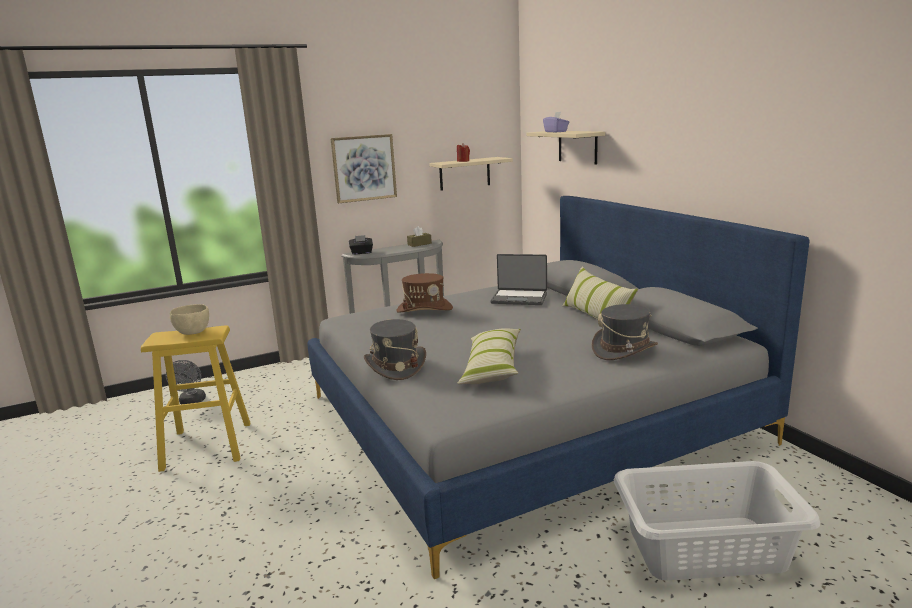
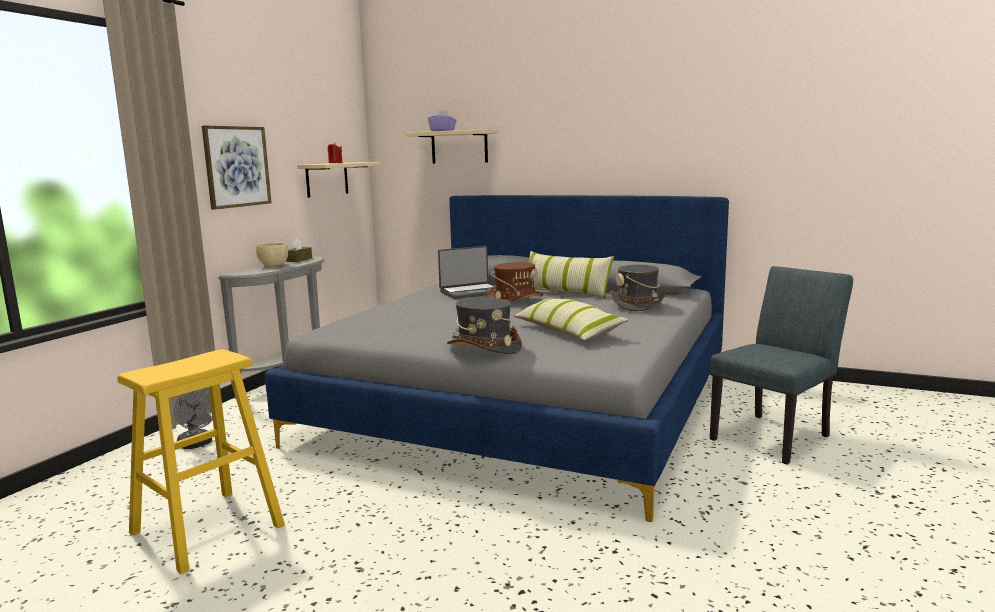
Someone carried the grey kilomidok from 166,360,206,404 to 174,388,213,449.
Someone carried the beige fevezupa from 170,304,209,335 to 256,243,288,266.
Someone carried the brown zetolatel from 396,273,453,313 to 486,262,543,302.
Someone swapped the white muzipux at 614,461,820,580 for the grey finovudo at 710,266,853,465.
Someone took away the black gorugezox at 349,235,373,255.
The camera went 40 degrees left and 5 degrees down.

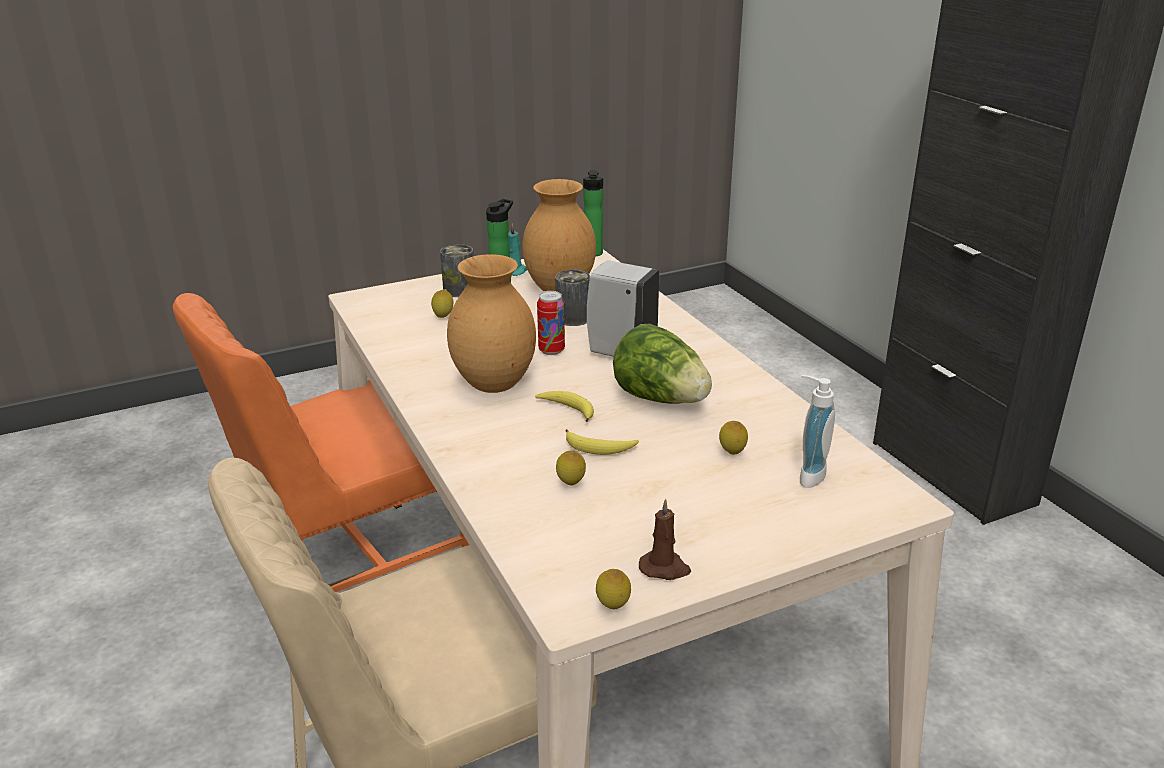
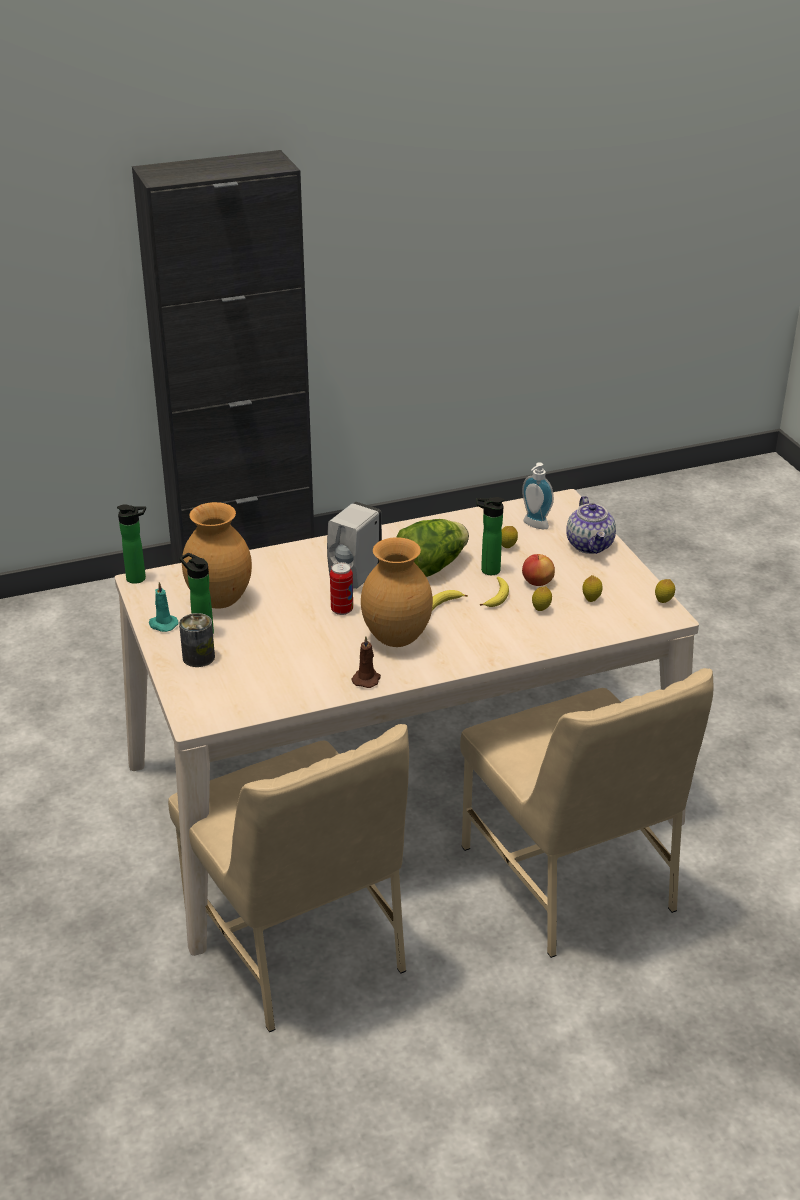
Someone repainted the orange finovudo at 173,293,469,592, which became the beige finovudo at 168,724,409,1033.
Someone carried the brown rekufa from 639,499,691,580 to 351,636,381,688.
Someone put down the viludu at 476,497,504,575.
Someone put down the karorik at 522,554,555,586.
Someone put down the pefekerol at 566,496,616,554.
Someone carried the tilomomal from 431,289,453,318 to 582,575,603,602.
Someone took away the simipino at 555,270,590,326.
The camera went 85 degrees left and 5 degrees up.

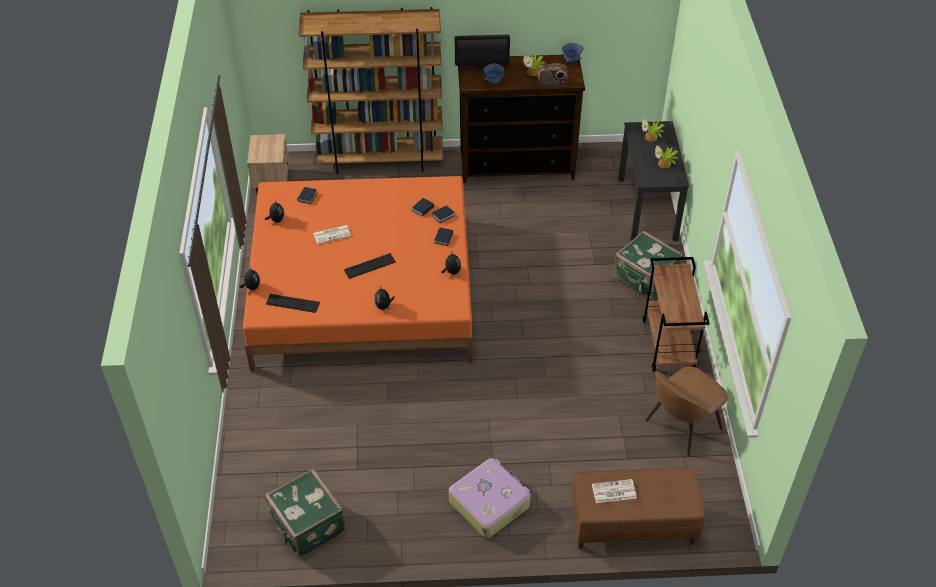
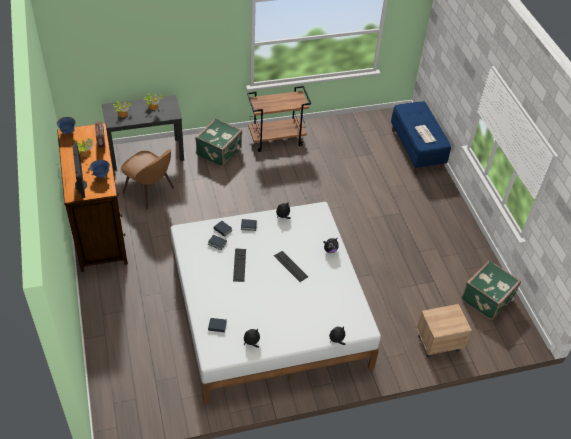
Someone carried the brown finovudo from 646,366,728,456 to 121,149,174,209.
Someone repainted the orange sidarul at 243,176,473,371, which became the white sidarul at 170,202,381,403.
Someone carried the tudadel from 266,294,320,313 to 233,248,246,282.
Someone repainted the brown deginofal at 572,468,705,549, which became the blue deginofal at 391,101,451,174.
Someone carried the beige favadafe from 247,134,289,194 to 416,304,472,358.
Someone took away the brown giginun at 298,7,443,175.
Someone took away the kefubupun at 313,225,351,244.
Someone took away the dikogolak at 449,458,531,538.
The camera went 105 degrees left and 0 degrees up.

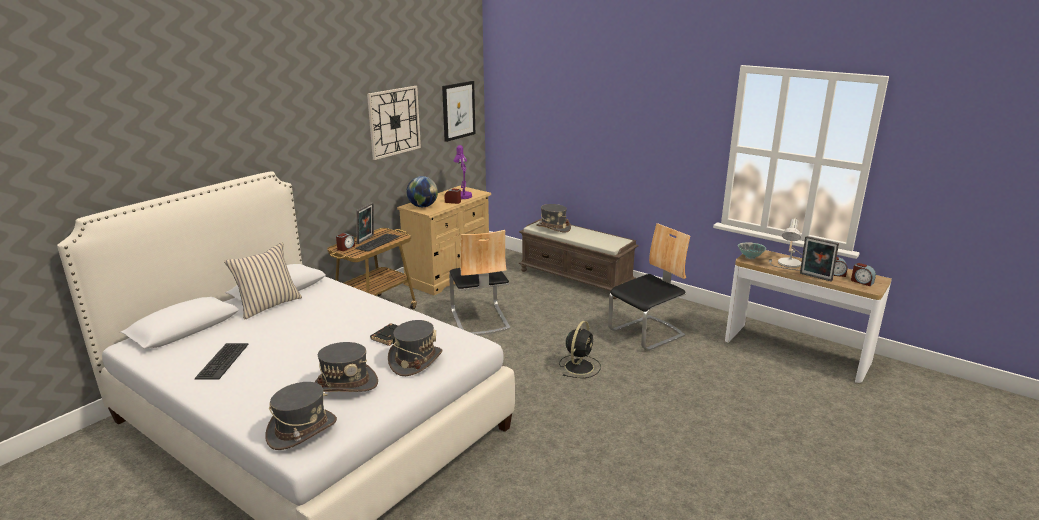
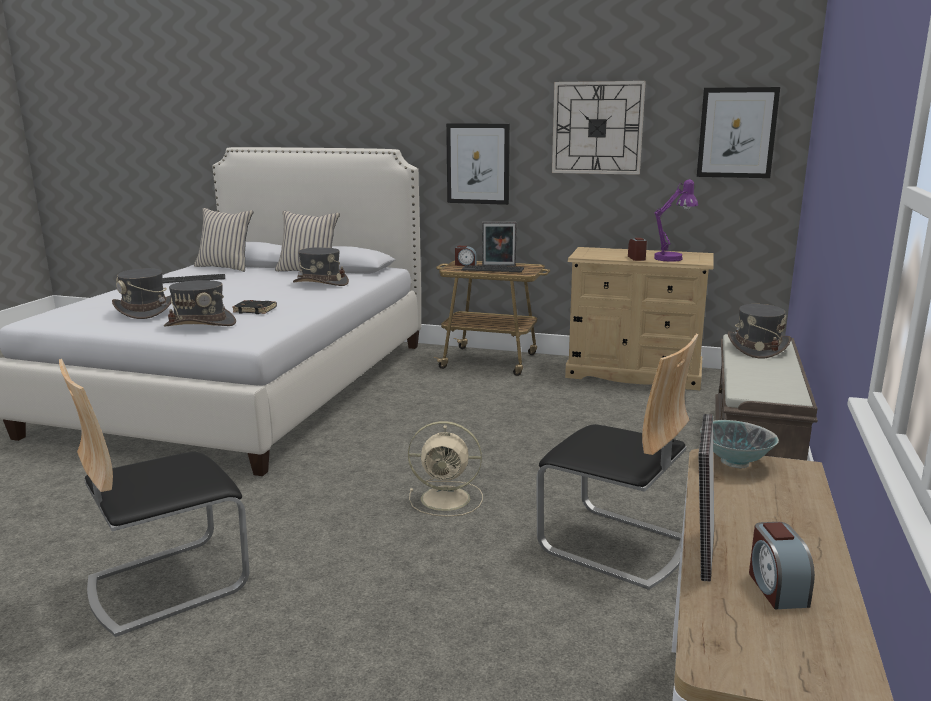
Someone carried the finovudo from 449,230,511,335 to 59,359,249,637.
Someone put down the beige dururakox at 194,208,254,272.
Someone carried the grey zetolatel from 265,382,337,450 to 293,247,349,286.
Someone repainted the black kilomidok at 559,321,601,378, which became the beige kilomidok at 408,421,483,517.
Someone put up the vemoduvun at 446,123,510,205.
Someone took away the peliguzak at 406,176,438,207.
Someone took away the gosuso at 769,218,802,271.
Someone took away the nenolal at 851,263,876,286.
The camera went 70 degrees right and 5 degrees down.

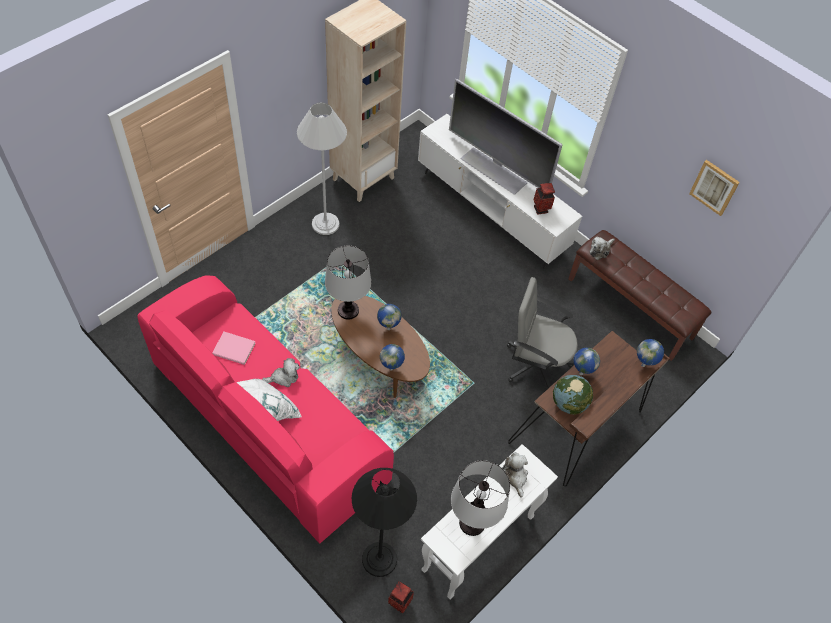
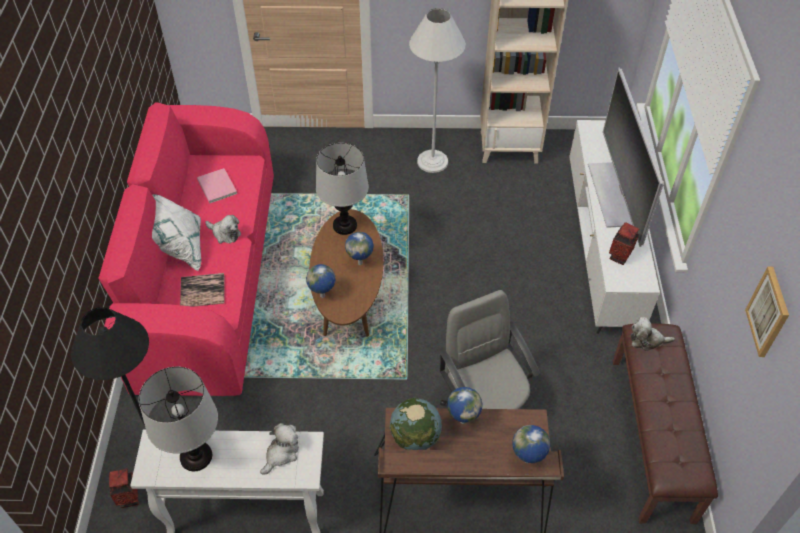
Someone put down the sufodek at 180,273,225,307.
The camera went 50 degrees right and 5 degrees down.

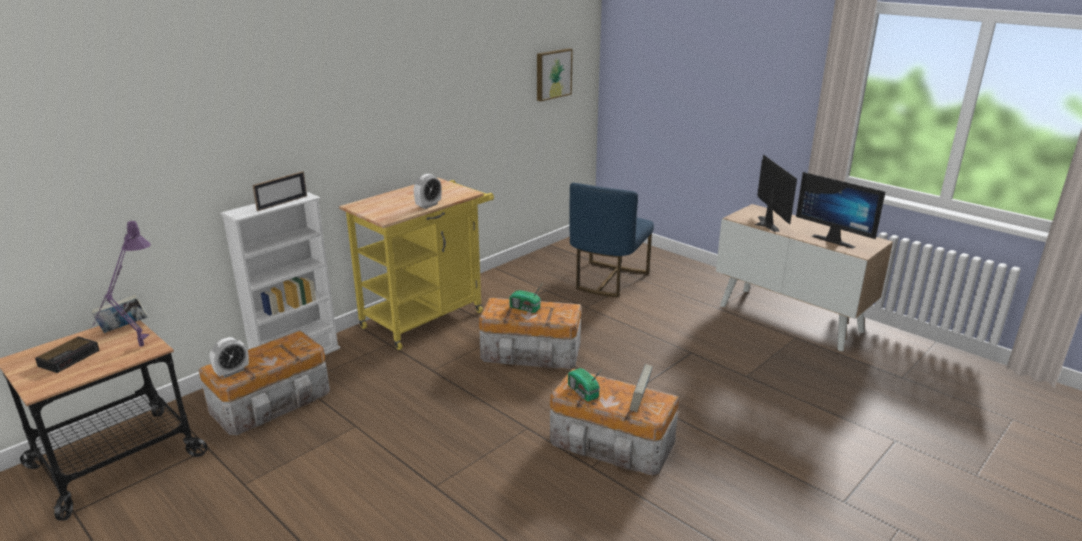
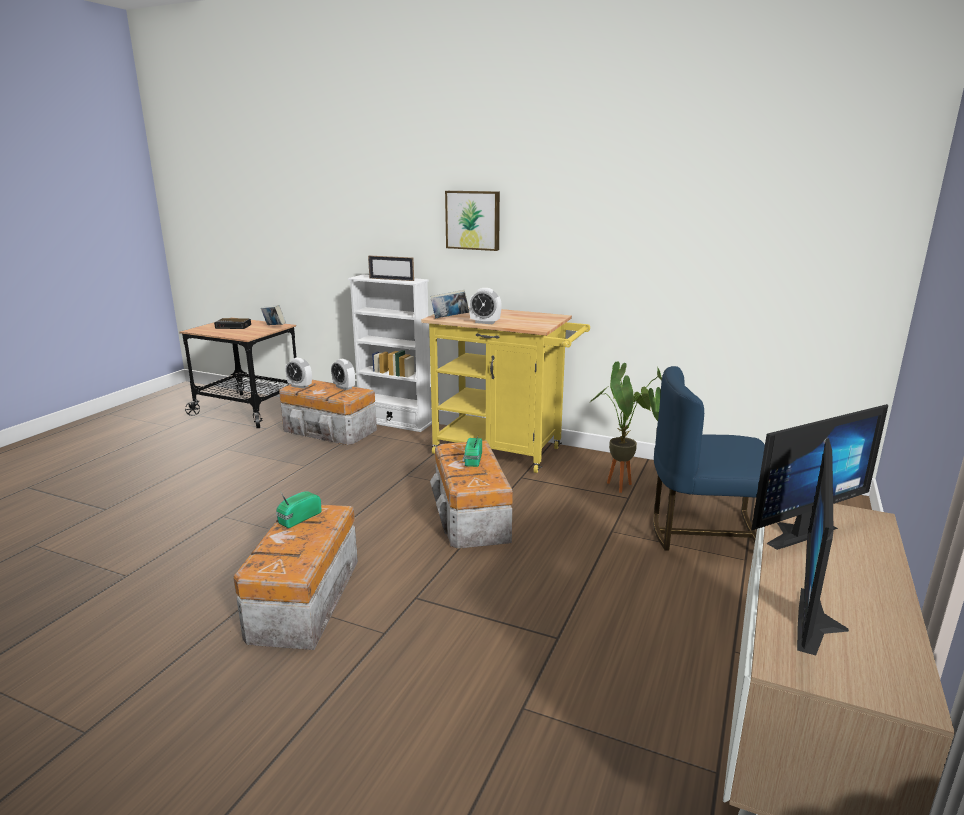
Someone put down the nenolal at 331,359,355,390.
Someone carried the sufodek from 630,364,653,412 to 431,290,469,319.
Someone carried the vemoduvun from 537,48,573,101 to 445,191,500,251.
Someone put down the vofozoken at 590,362,662,493.
Someone took away the purple gosuso at 92,220,151,347.
The camera went 70 degrees right and 5 degrees down.

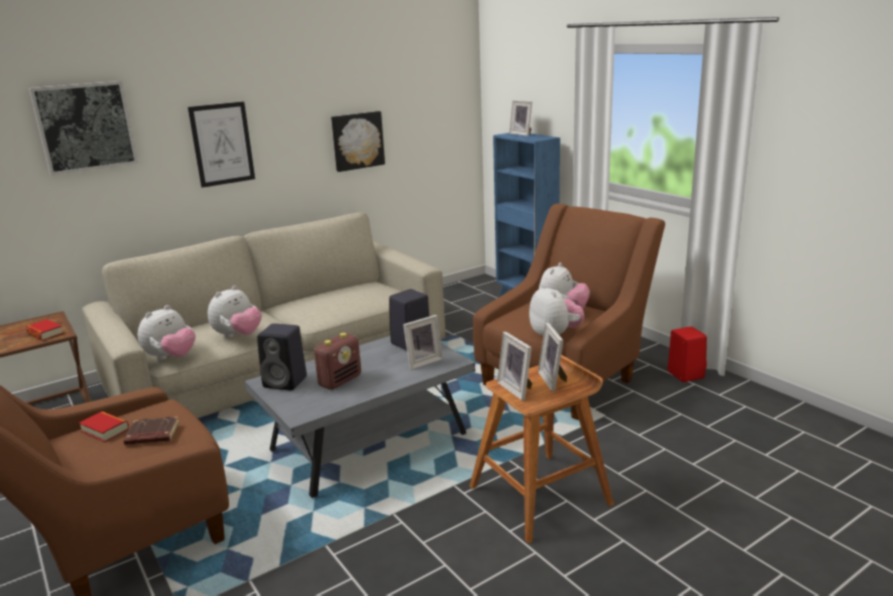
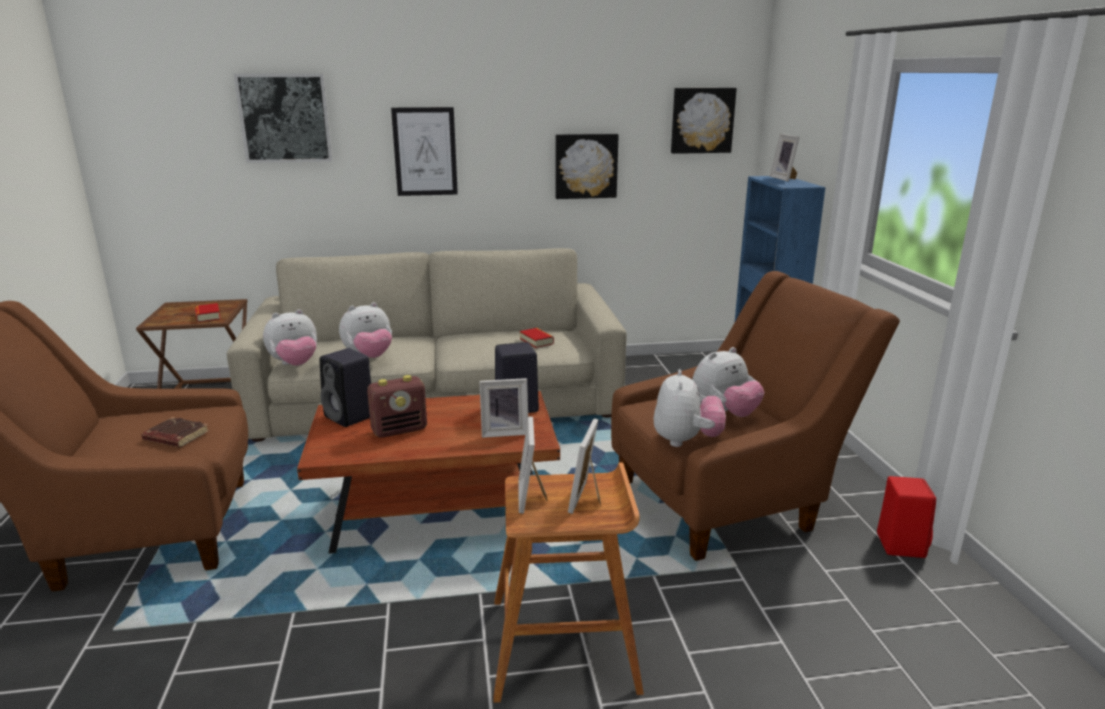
Someone repainted the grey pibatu at 245,336,475,499, which became the brown pibatu at 297,391,560,554.
Someone carried the sufodek from 79,411,129,442 to 520,328,554,348.
Someone put up the vemoduvun at 671,88,737,154.
The camera went 25 degrees right and 0 degrees up.

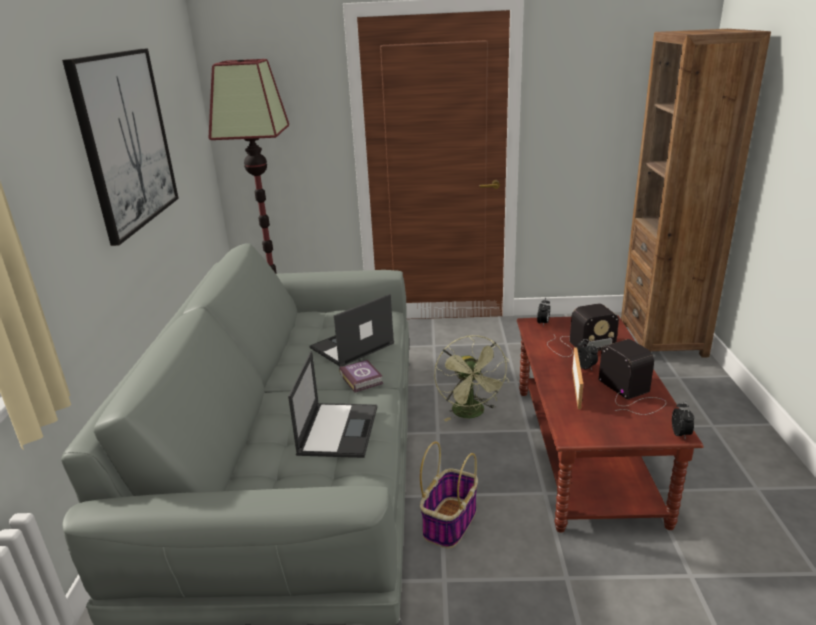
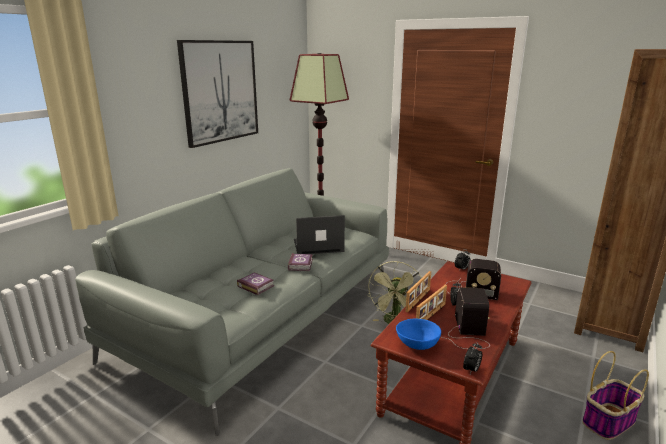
Someone swapped the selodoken at 288,351,377,458 for the sufodek at 237,272,275,295.
Someone put down the blue fevezupa at 396,319,441,350.
Someone put down the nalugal at 405,271,431,313.
Someone carried the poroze from 420,441,478,548 to 582,351,649,440.
The camera went 30 degrees right and 5 degrees down.

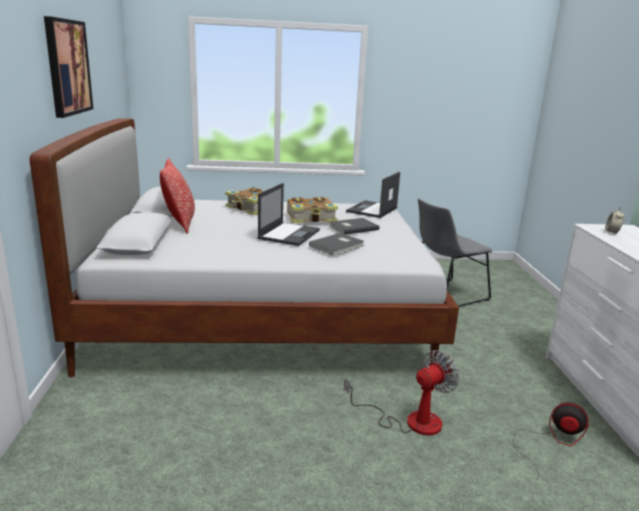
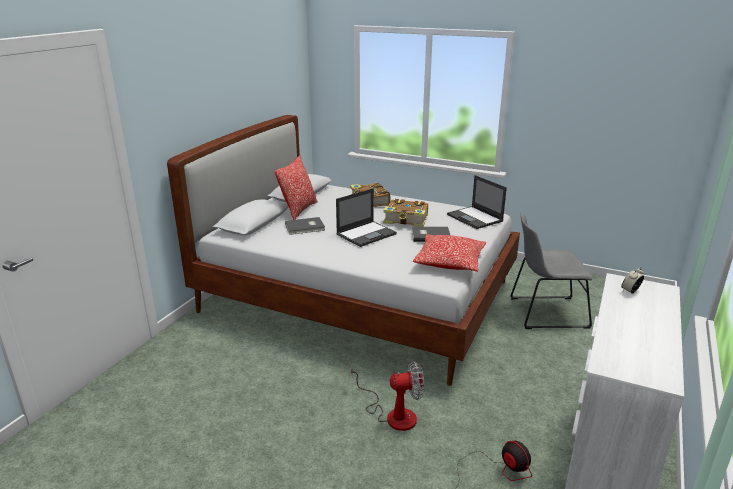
Someone carried the grey sufodek from 309,233,364,255 to 285,217,325,235.
Someone put down the dururakox at 413,234,486,271.
Someone rotated the selodoken at 346,172,400,218 by 90 degrees counterclockwise.
Someone took away the vemoduvun at 44,16,93,118.
The camera went 30 degrees right and 5 degrees up.

